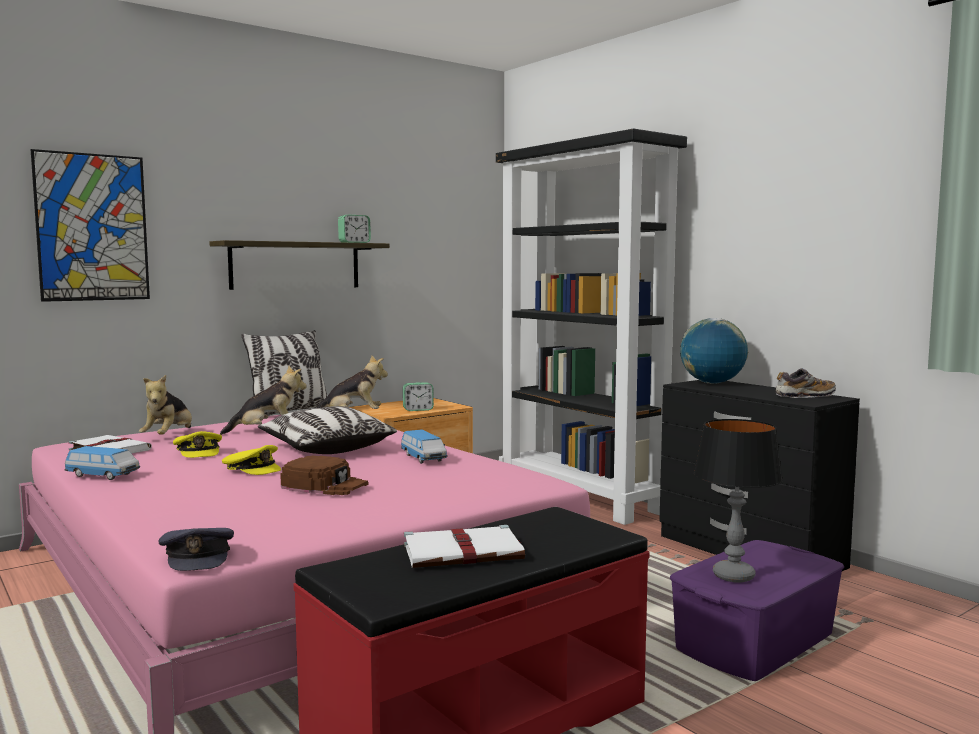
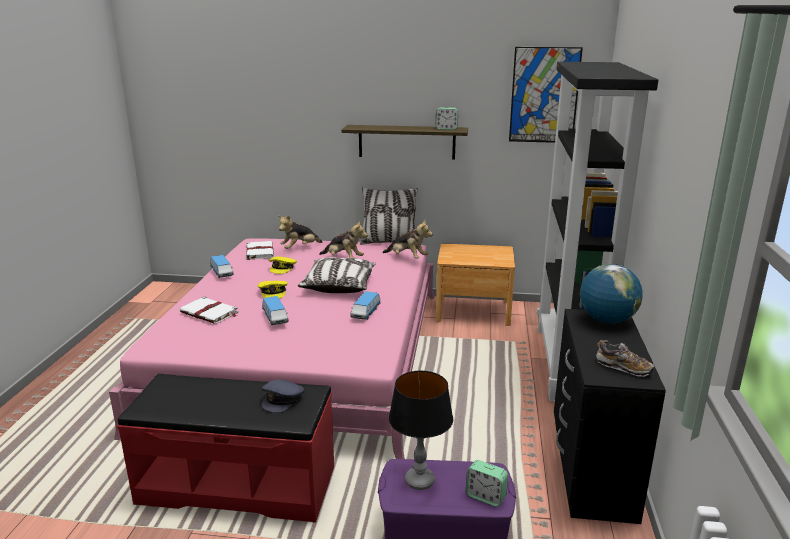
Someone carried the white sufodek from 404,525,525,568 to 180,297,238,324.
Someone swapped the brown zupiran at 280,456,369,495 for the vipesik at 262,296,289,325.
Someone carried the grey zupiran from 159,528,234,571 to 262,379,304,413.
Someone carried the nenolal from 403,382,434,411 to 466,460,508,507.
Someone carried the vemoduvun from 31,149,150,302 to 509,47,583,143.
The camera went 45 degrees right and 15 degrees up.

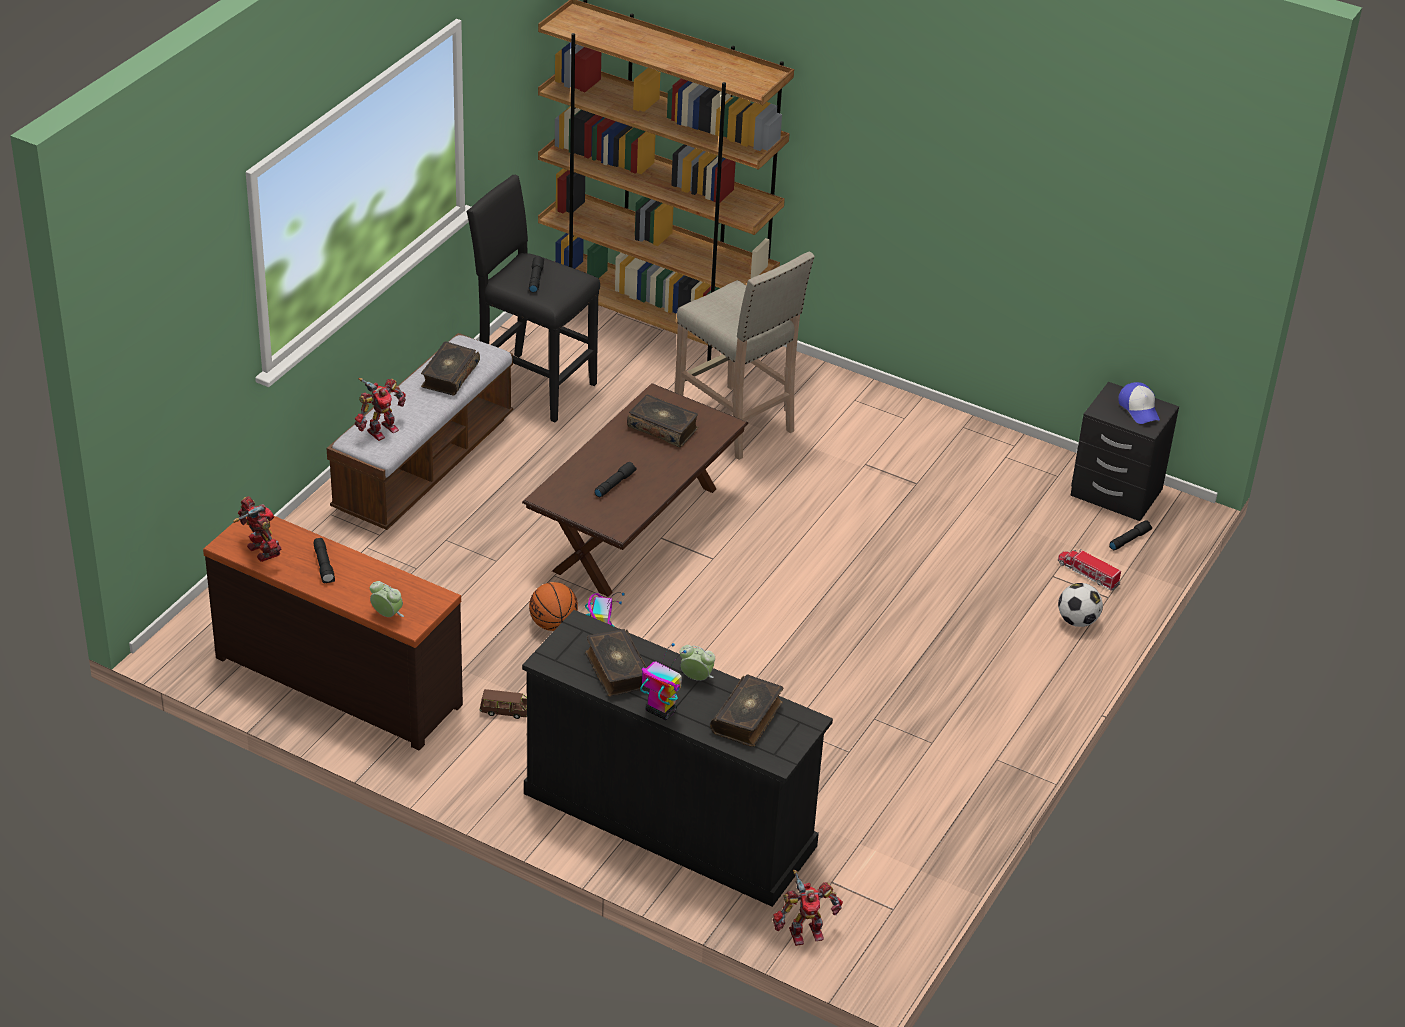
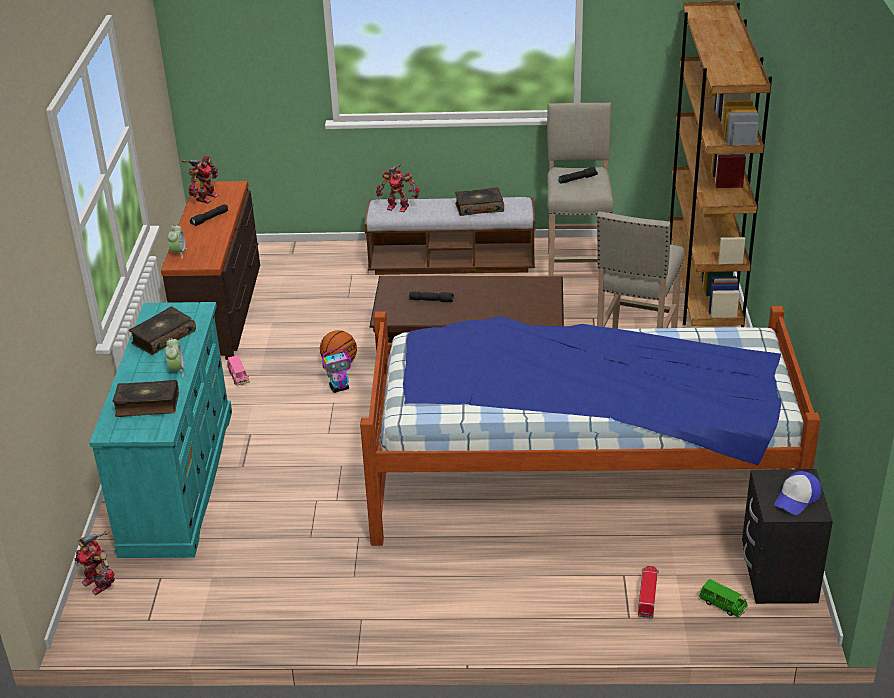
Someone repainted the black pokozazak at 522,610,833,907, which became the turquoise pokozazak at 89,302,232,558.
Someone repainted the brown vipesik at 480,689,527,719, which became the pink vipesik at 227,355,250,386.
Someone put down the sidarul at 360,306,821,546.
Someone repainted the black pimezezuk at 466,175,600,422, which became the beige pimezezuk at 547,103,614,276.
Someone swapped the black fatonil at 1109,520,1152,550 for the green vipesik at 699,579,748,617.
Someone took away the sufodek at 627,394,698,447.
Someone took away the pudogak at 640,643,687,720.
Someone took away the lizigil at 1058,583,1103,627.
The camera went 65 degrees right and 5 degrees down.

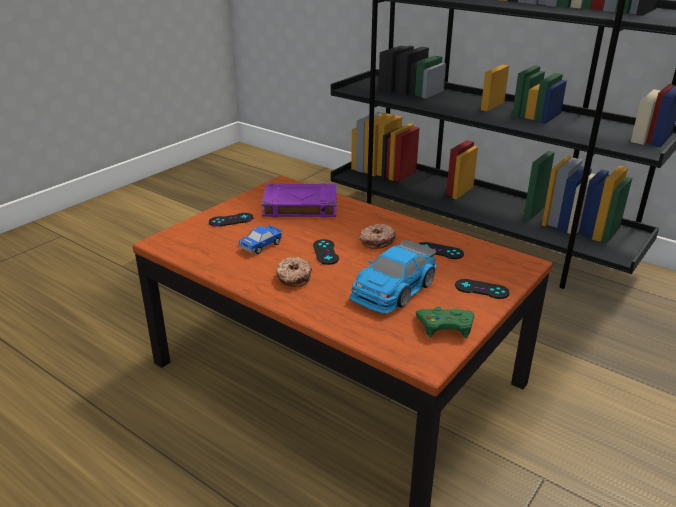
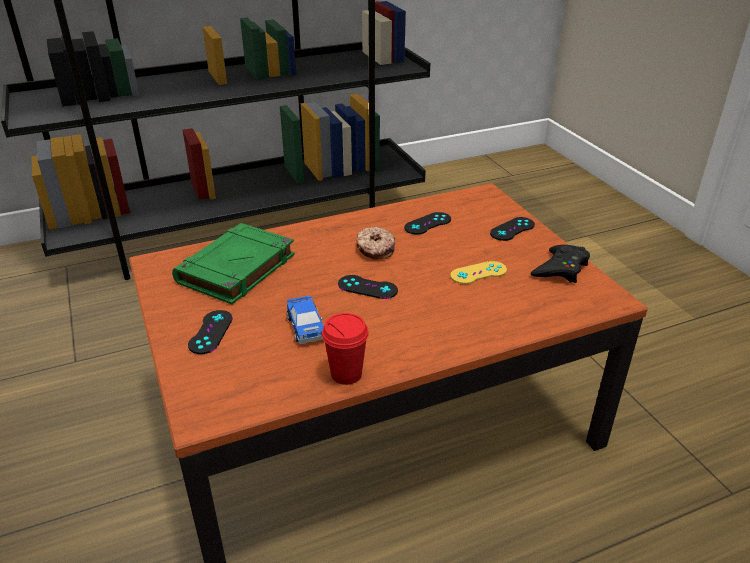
Someone repainted the purple sufodek at 261,183,337,218, which became the green sufodek at 172,223,295,304.
Someone put down the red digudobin at 322,313,369,385.
Someone swapped the vipesik at 349,240,437,314 for the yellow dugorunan at 450,261,507,284.
Someone repainted the green dugorunan at 416,307,474,338, which became the black dugorunan at 531,245,590,283.
Someone took away the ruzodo at 276,257,312,287.
The camera went 60 degrees left and 5 degrees up.

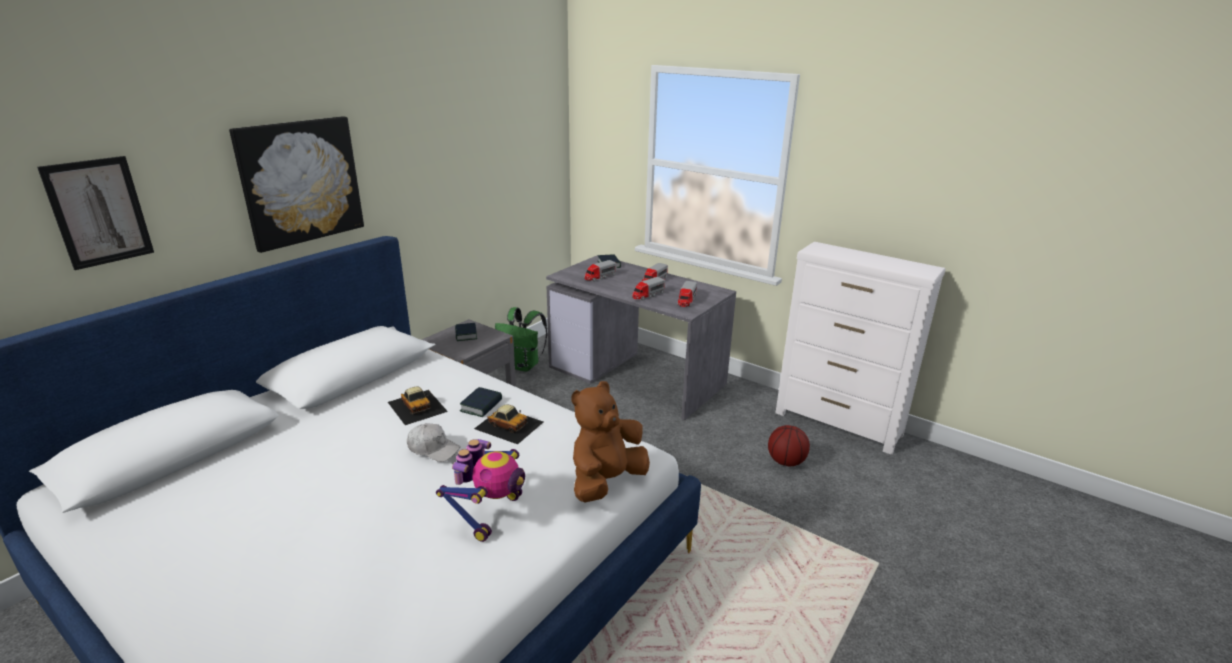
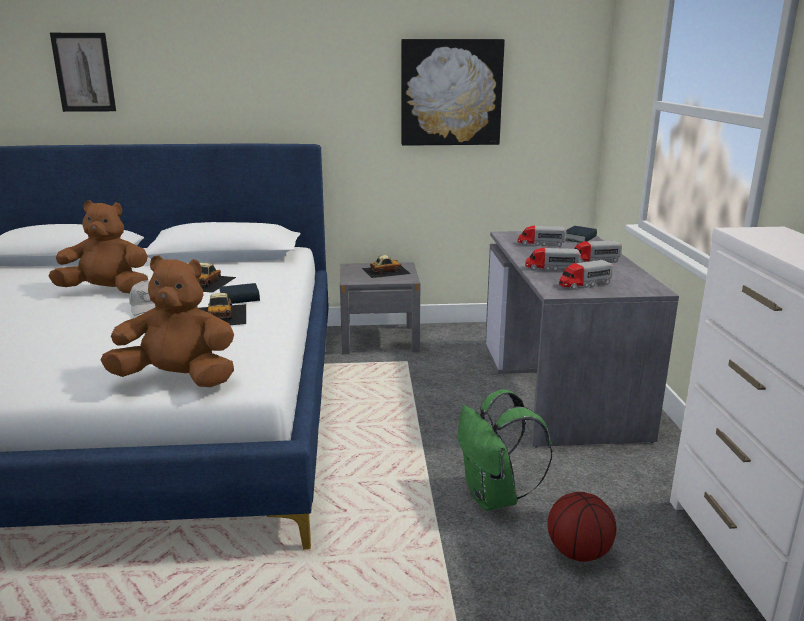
Someone put down the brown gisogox at 49,200,148,293.
Someone swapped the sufodek at 455,323,477,341 for the vipesik at 362,255,411,278.
Someone carried the vemoduvun from 229,116,364,253 to 401,39,505,146.
Someone carried the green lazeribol from 495,307,547,372 to 458,389,553,511.
Someone took away the pudogak at 436,439,525,542.
The camera went 50 degrees right and 5 degrees down.

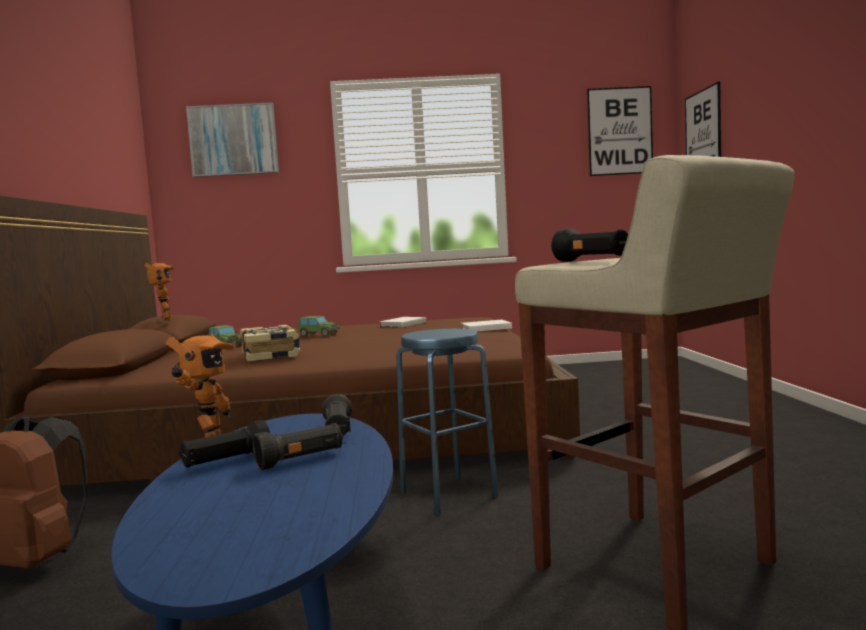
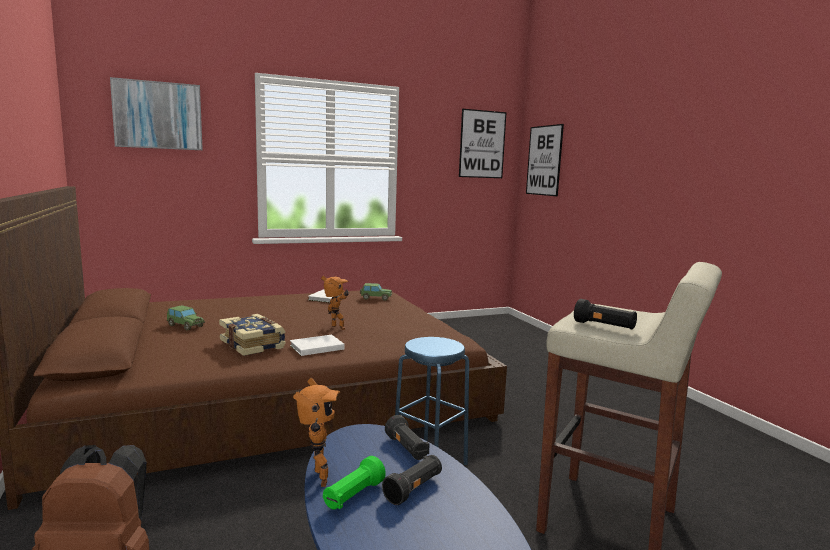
Someone carried the white sufodek from 461,320,512,331 to 290,335,345,356.
Someone carried the pudogak from 144,263,174,321 to 321,276,349,330.
Someone repainted the black fatonil at 179,420,271,468, which became the green fatonil at 323,456,386,510.
Someone carried the vipesik from 298,316,340,337 to 360,283,392,301.
The camera went 20 degrees left and 5 degrees up.

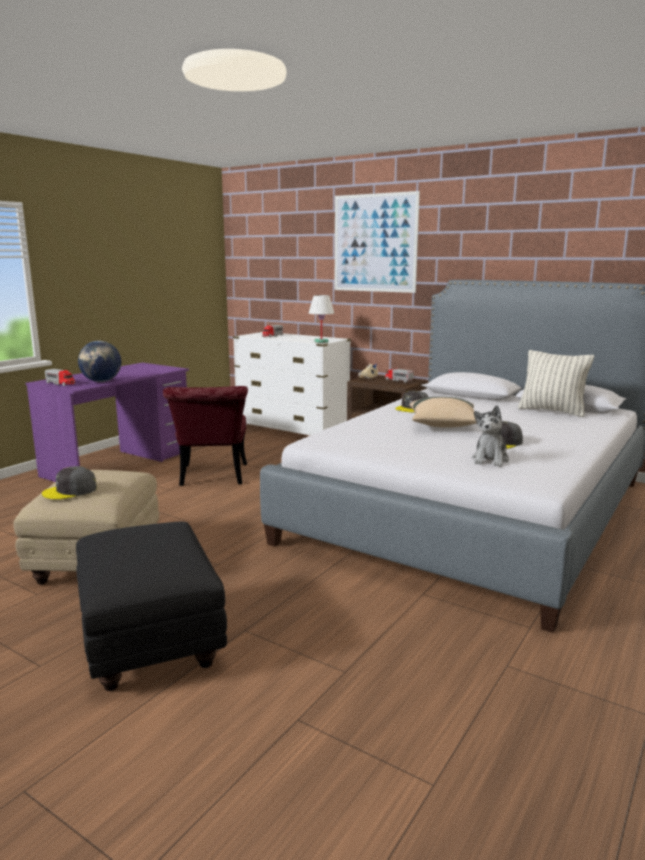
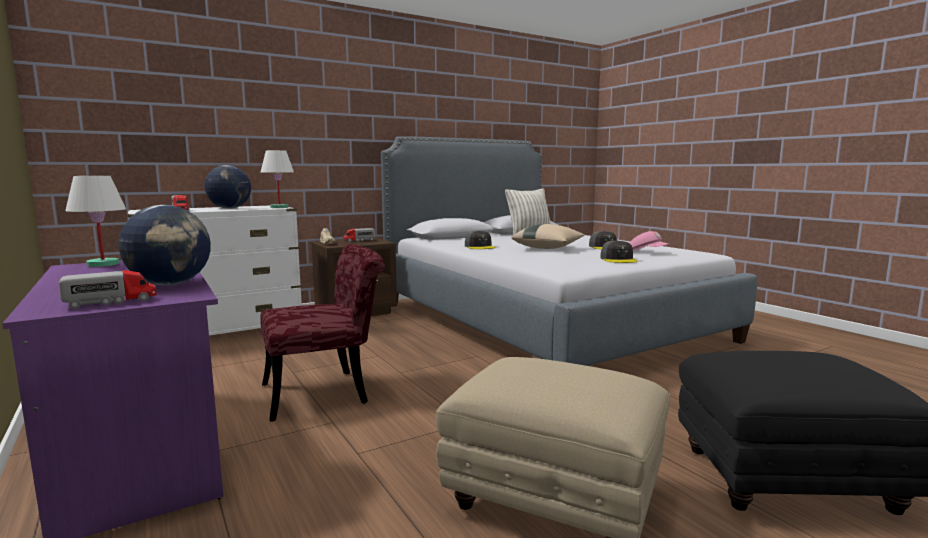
Someone put down the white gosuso at 65,176,126,267.
Someone put down the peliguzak at 204,165,251,209.
Someone rotated the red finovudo at 163,386,248,486 by 45 degrees counterclockwise.
Someone carried the grey zupiran from 42,466,97,499 to 600,240,638,263.
Someone swapped the gisogox at 472,405,509,467 for the pink zupiran at 630,231,669,251.
Someone took away the vemoduvun at 335,191,420,293.
The camera went 65 degrees left and 5 degrees down.

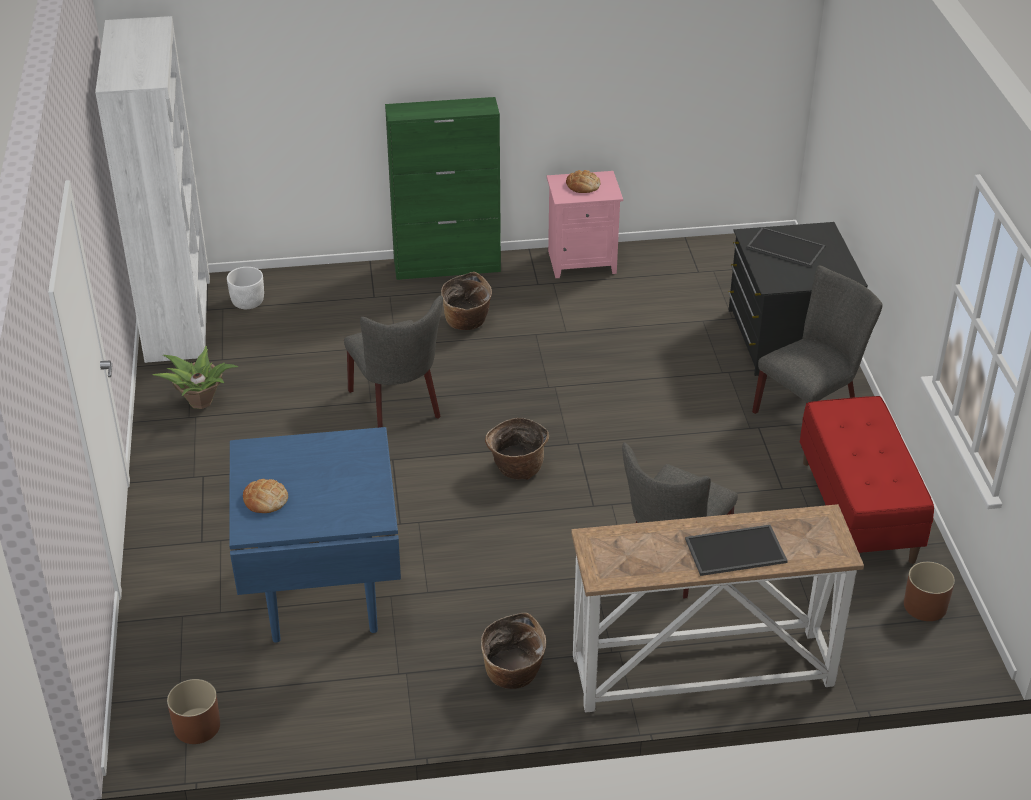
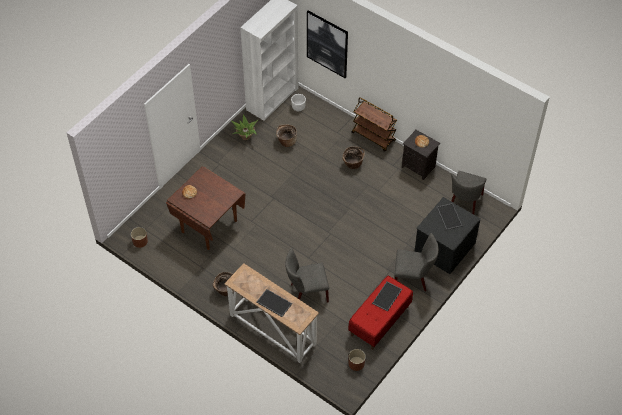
Someone repainted the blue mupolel at 229,427,401,643, which became the brown mupolel at 166,167,246,250.
Someone carried the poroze from 485,418,549,480 to 276,125,297,147.
Someone put up the vemoduvun at 307,11,348,78.
Someone swapped the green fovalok at 385,97,501,280 for the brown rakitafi at 351,97,397,152.
Someone put down the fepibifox at 372,282,402,312.
Someone repainted the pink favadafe at 547,171,623,278, which became the black favadafe at 402,130,440,180.
Someone carried the grey finovudo from 344,295,443,428 to 451,171,486,214.
The camera went 45 degrees right and 15 degrees up.

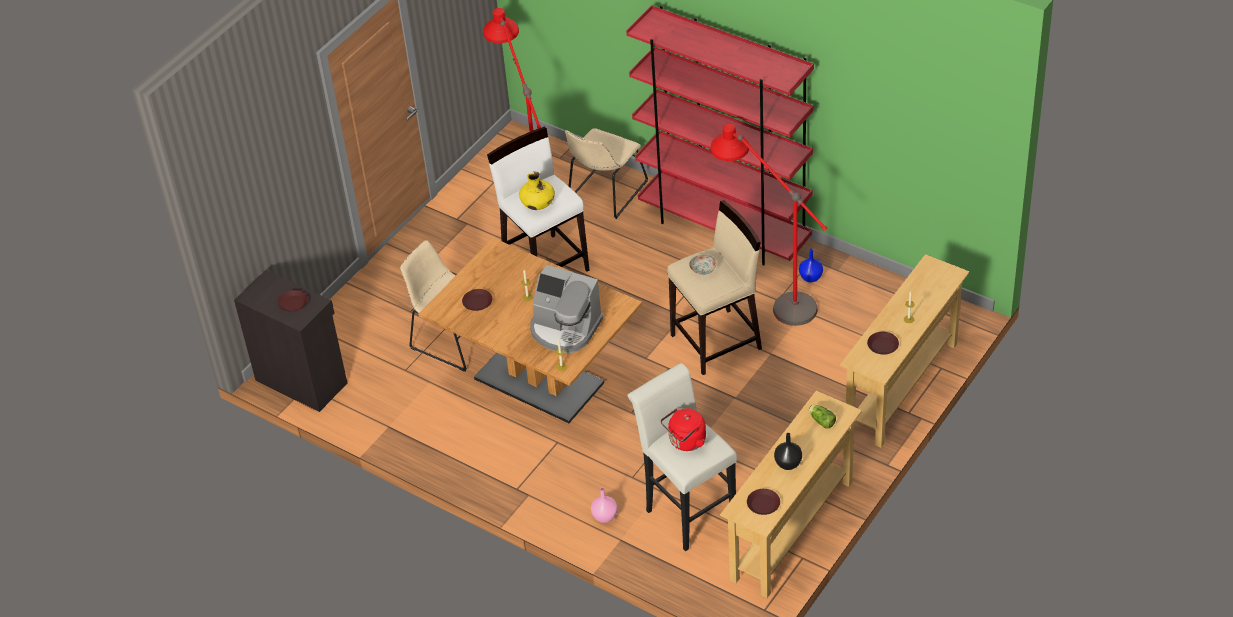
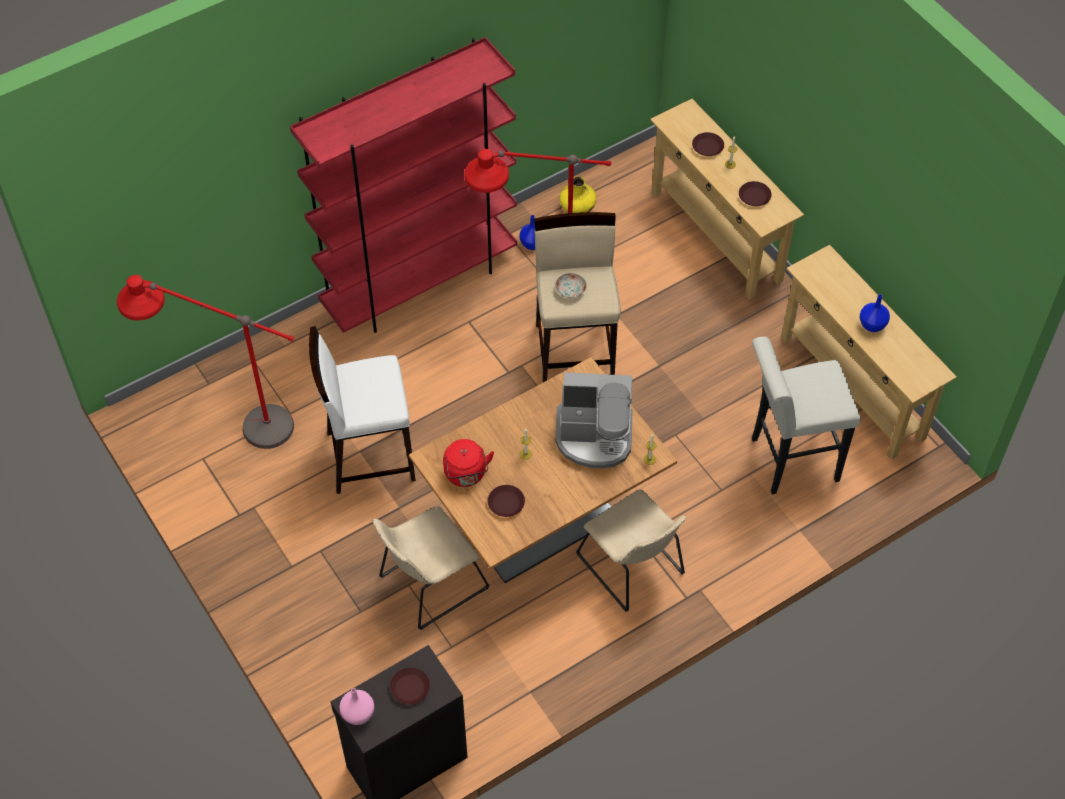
Someone carried the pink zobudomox from 591,488,618,523 to 339,688,374,725.
Someone carried the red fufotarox from 661,408,706,451 to 443,439,494,487.
Someone rotated the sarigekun at 530,265,603,353 by 45 degrees clockwise.
Someone carried the yellow zobudomox from 519,171,555,210 to 560,176,597,213.
Someone carried the beige finovudo from 565,128,648,219 to 576,489,686,612.
Someone carried the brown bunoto from 747,489,780,515 to 692,132,724,156.
Someone repainted the black zobudomox at 774,433,802,470, which became the blue zobudomox at 860,294,890,332.
Someone took away the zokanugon at 809,405,836,429.
The camera went 70 degrees left and 10 degrees up.

